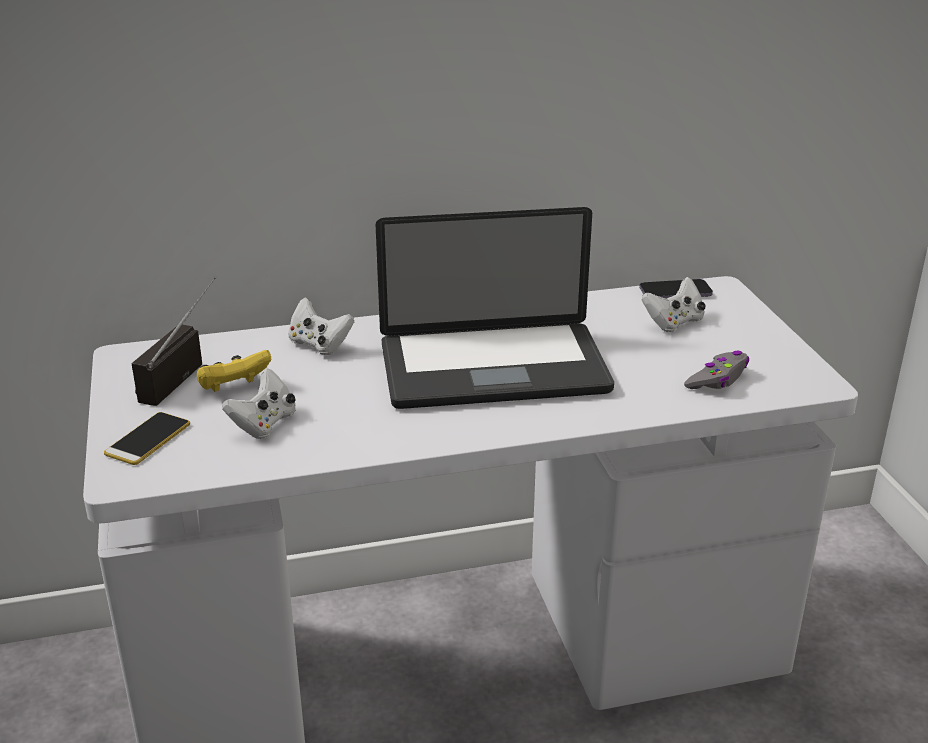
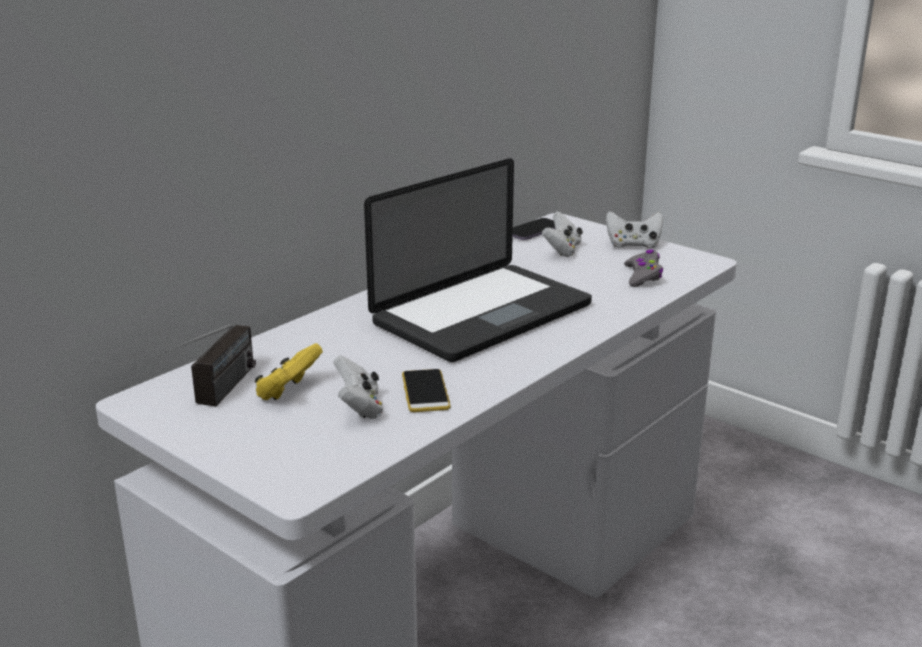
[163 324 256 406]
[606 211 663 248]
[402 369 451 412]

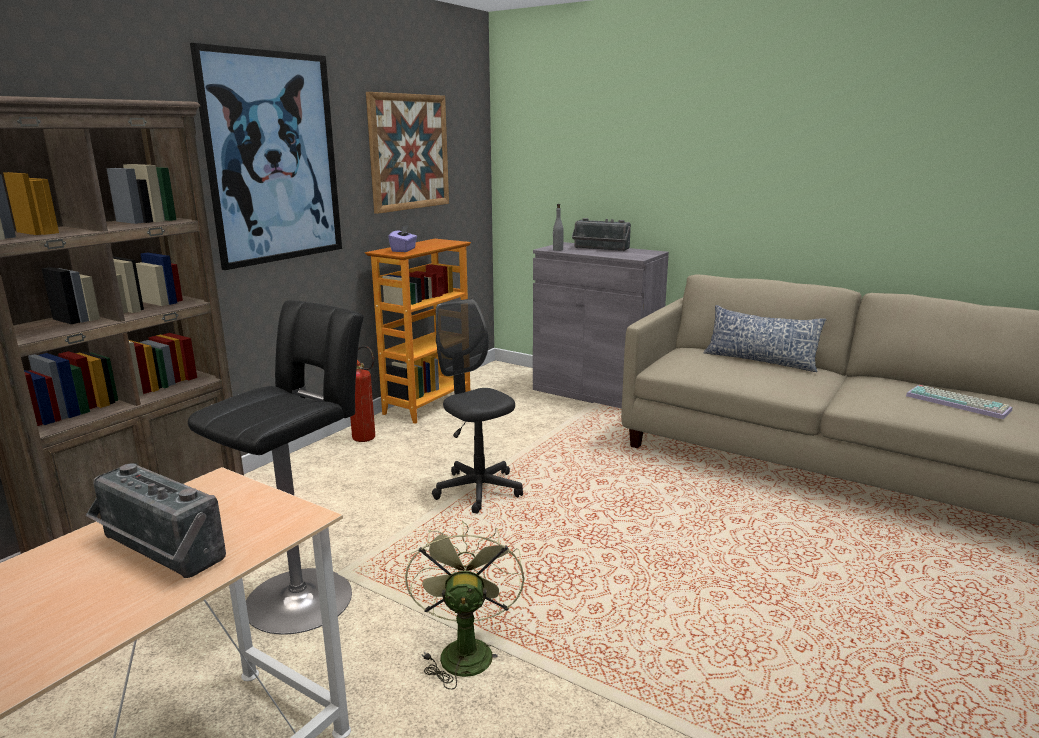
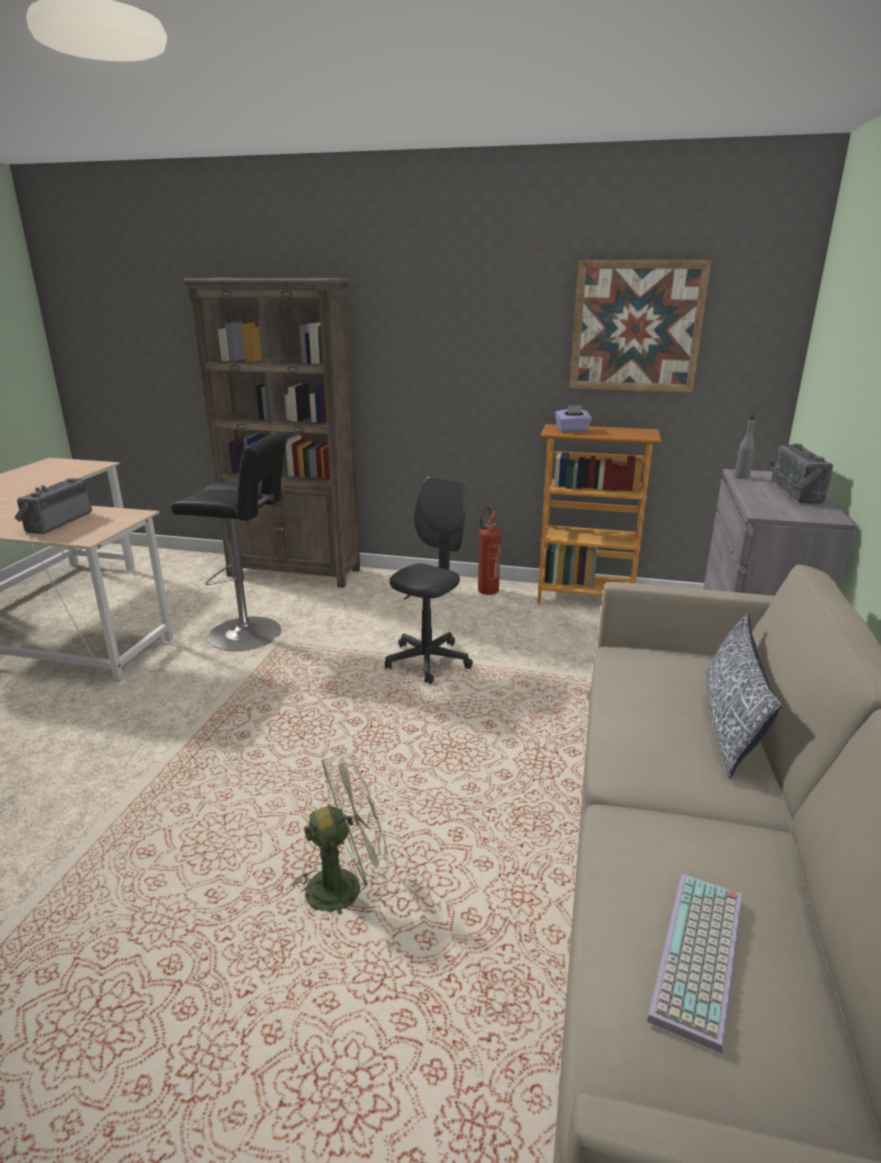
[190 43 342 270] (first image)
[293 753 389 915]

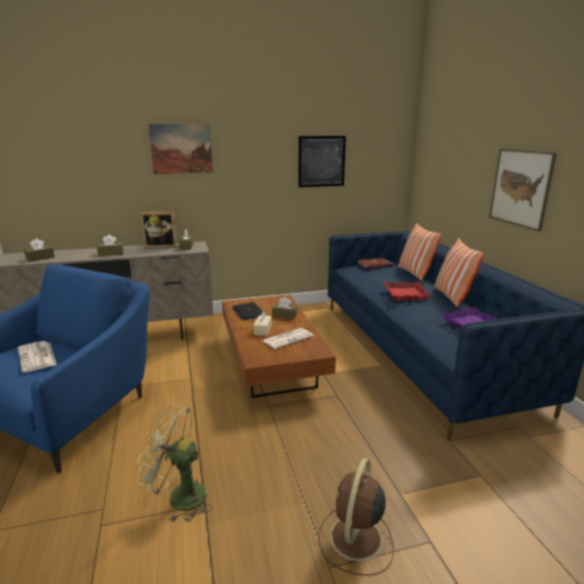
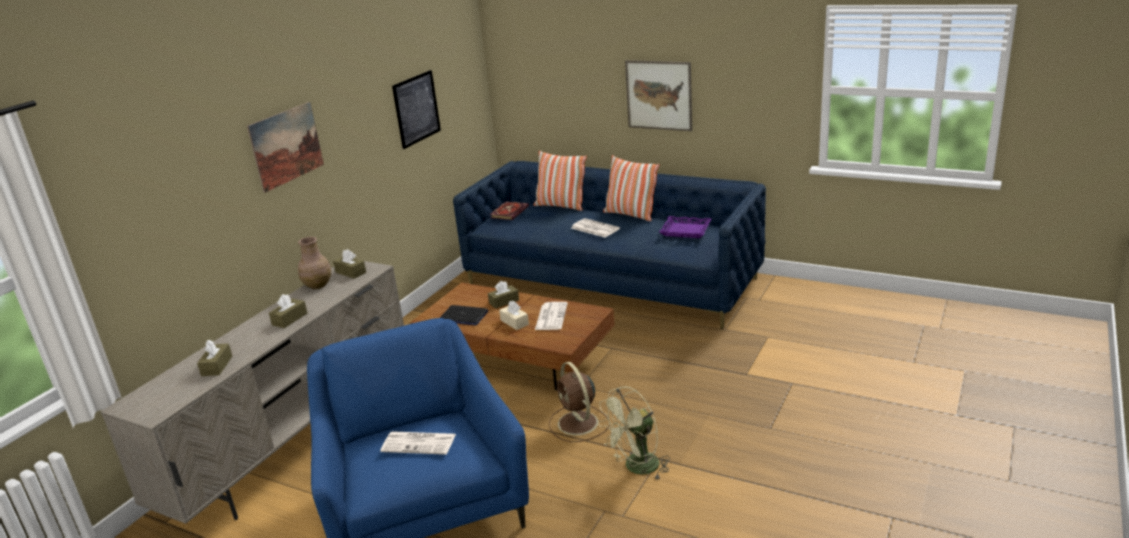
[298 237 331 289]
[571 218 620 238]
[549 362 609 442]

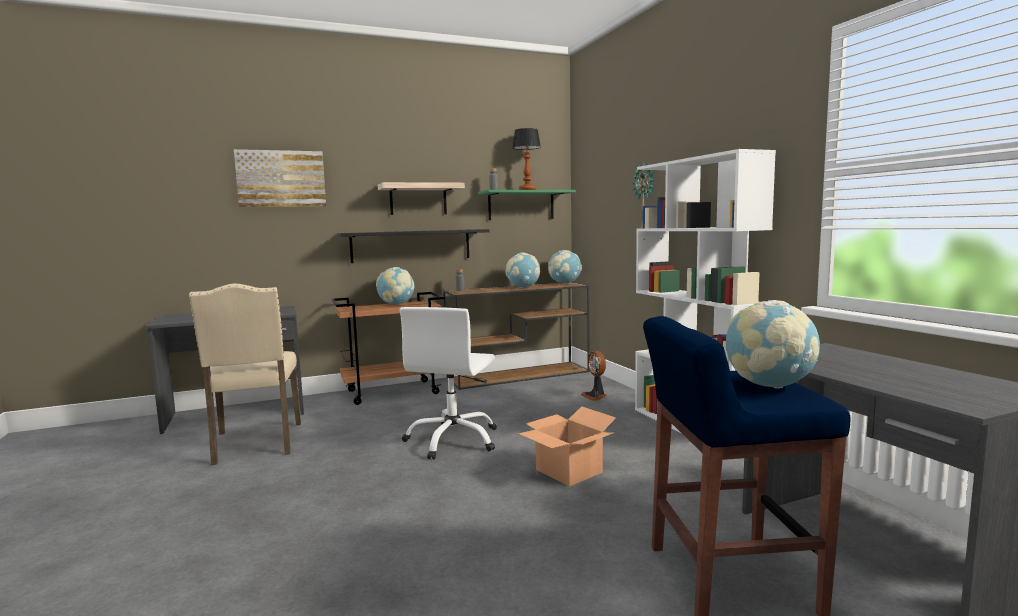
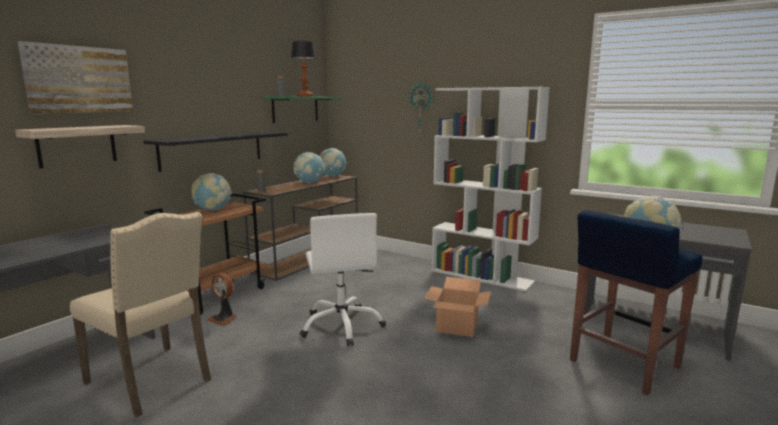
[15 125 145 169]
[208 273 236 326]

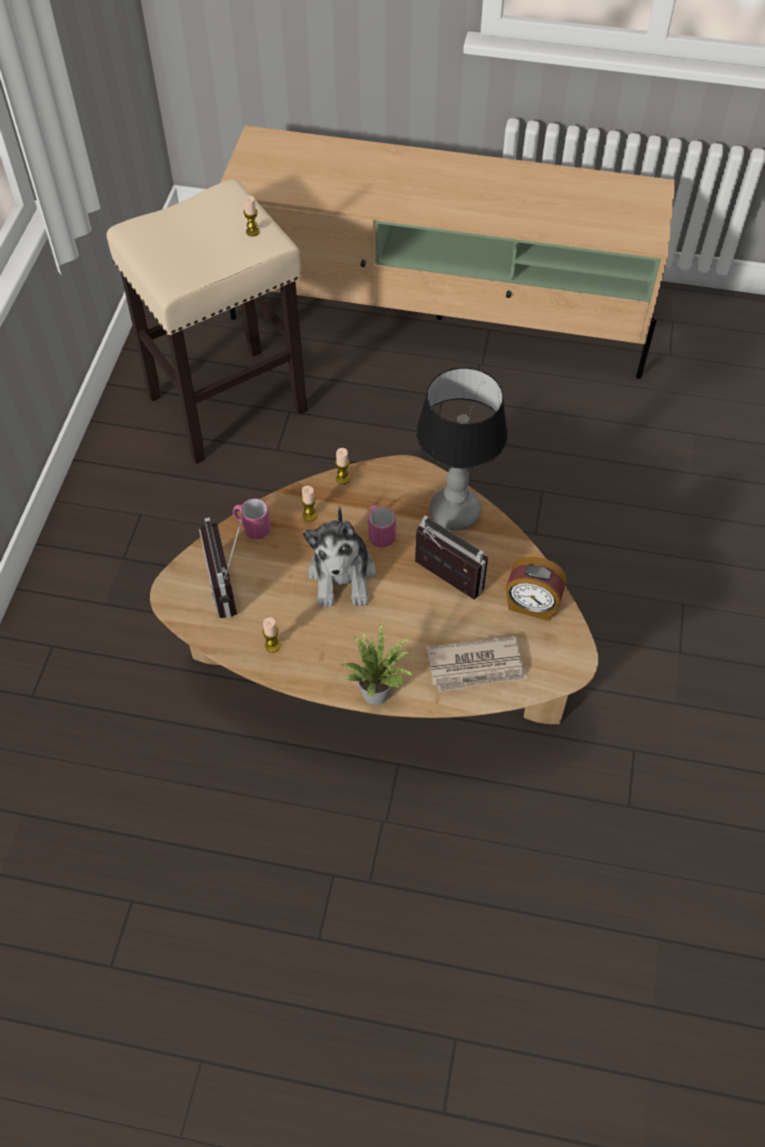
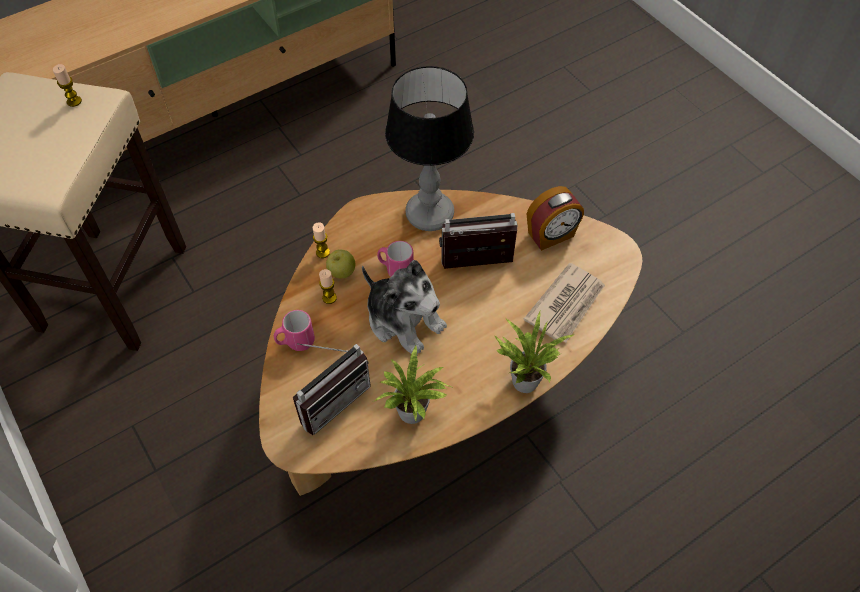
[293 343 371 435]
[373 346 454 424]
[326 249 355 278]

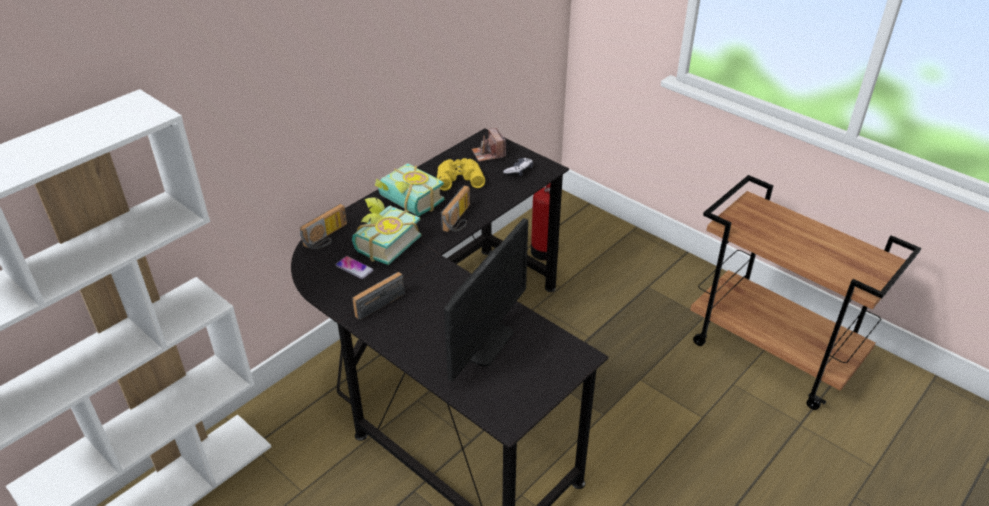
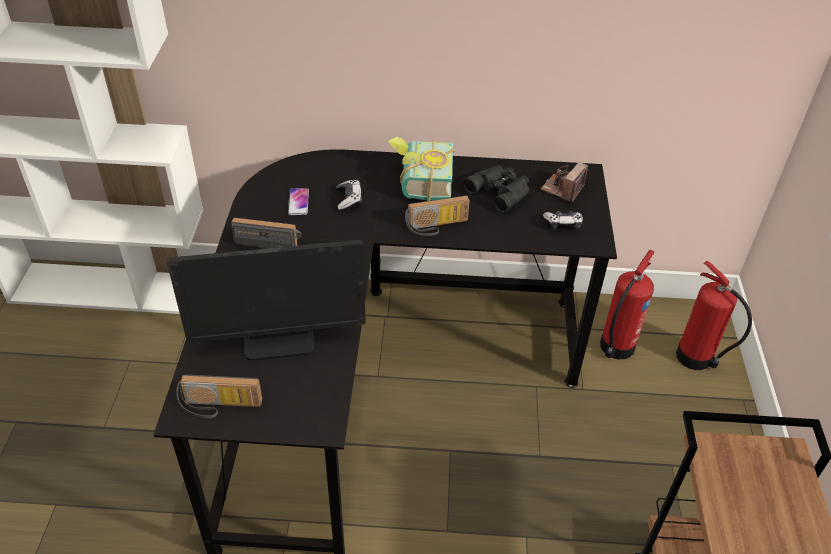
[463 165 529 213]
[336 179 362 211]
[176 374 262 418]
[676 261 752 370]

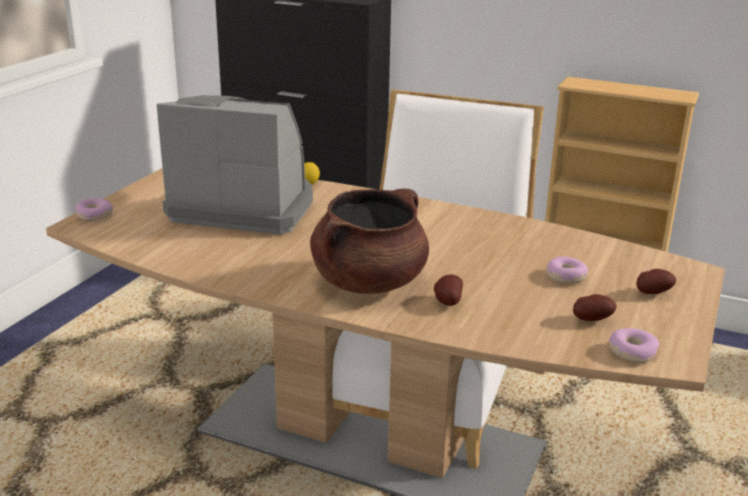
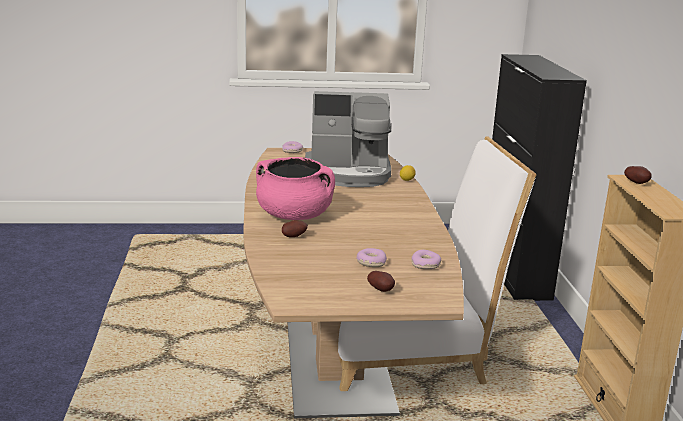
[305 91 391 187]
[256 157 335 220]
[624 166 652 184]
[411 250 441 269]

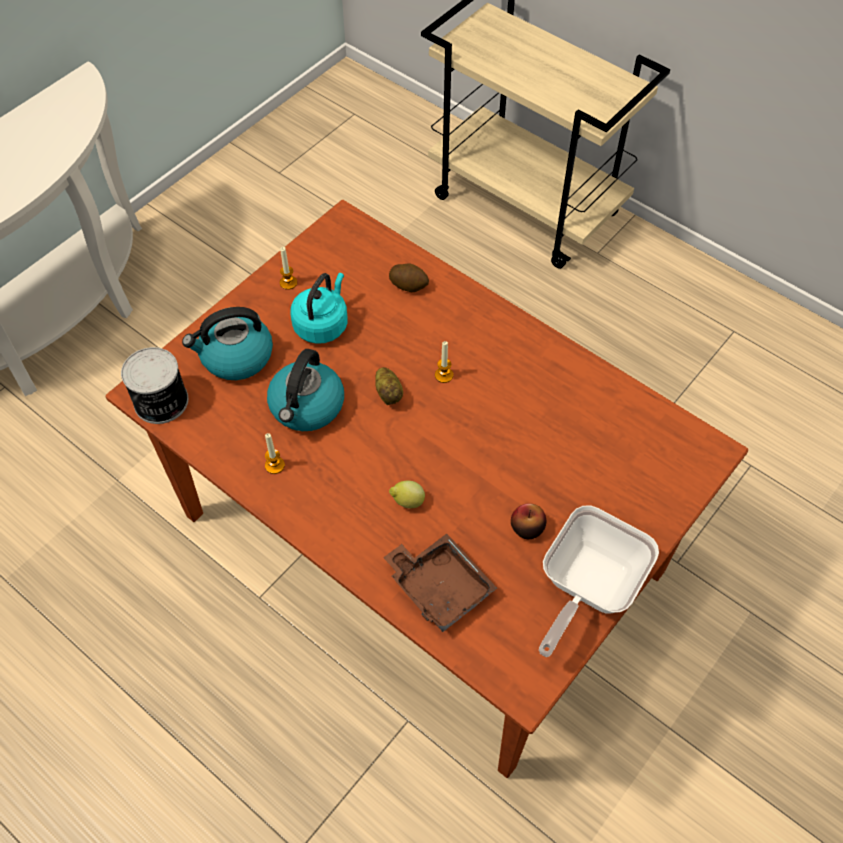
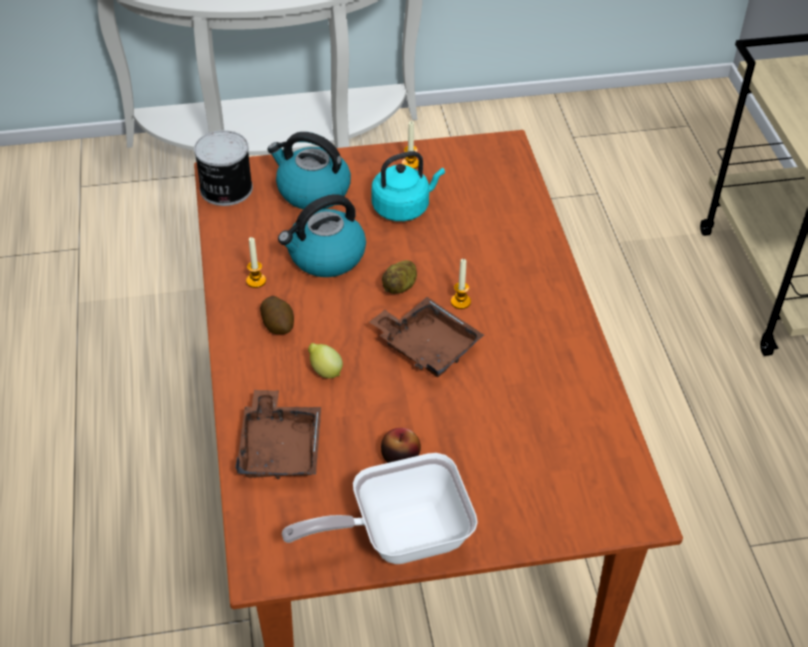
[260 296 294 334]
[369 297 484 377]

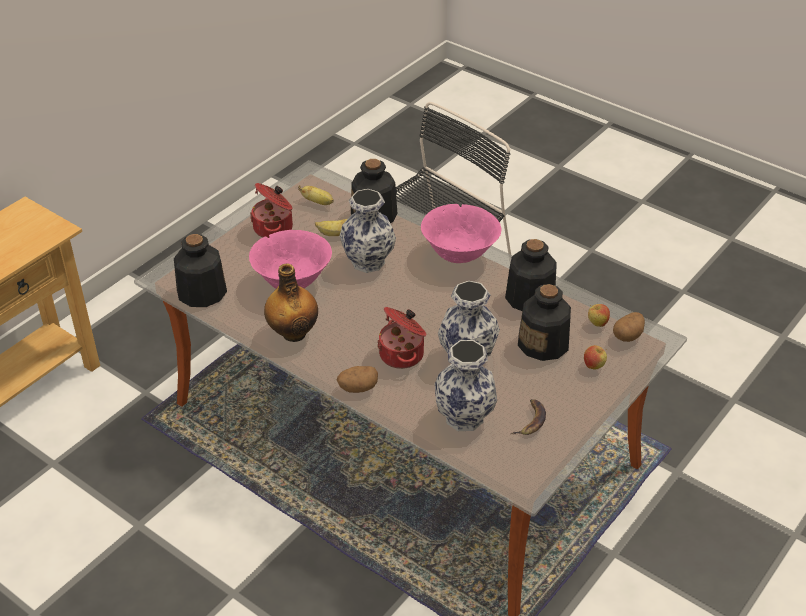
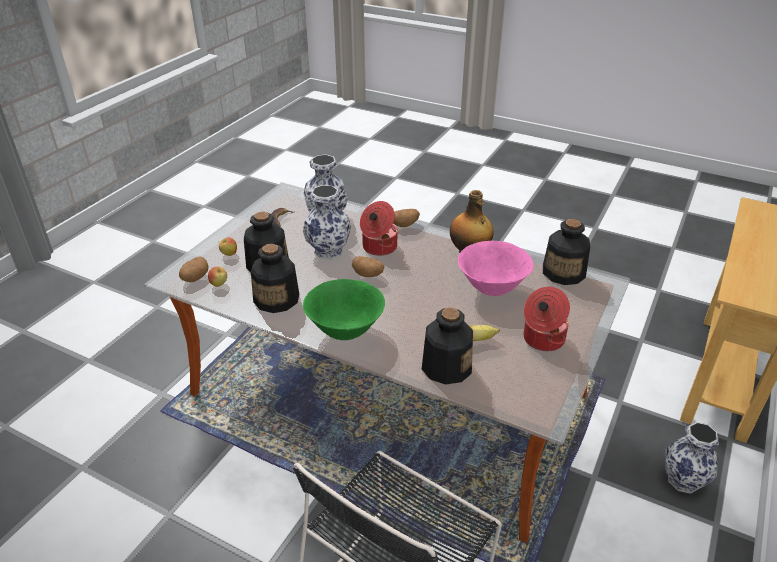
[298 185 334 205] (first image)
[665 422 719 494]
[303 279 385 340]
[352 256 384 277]

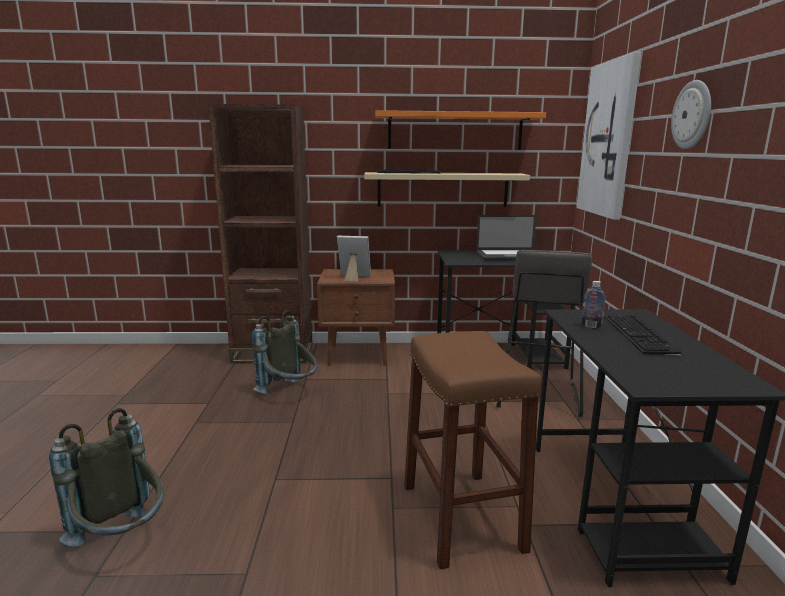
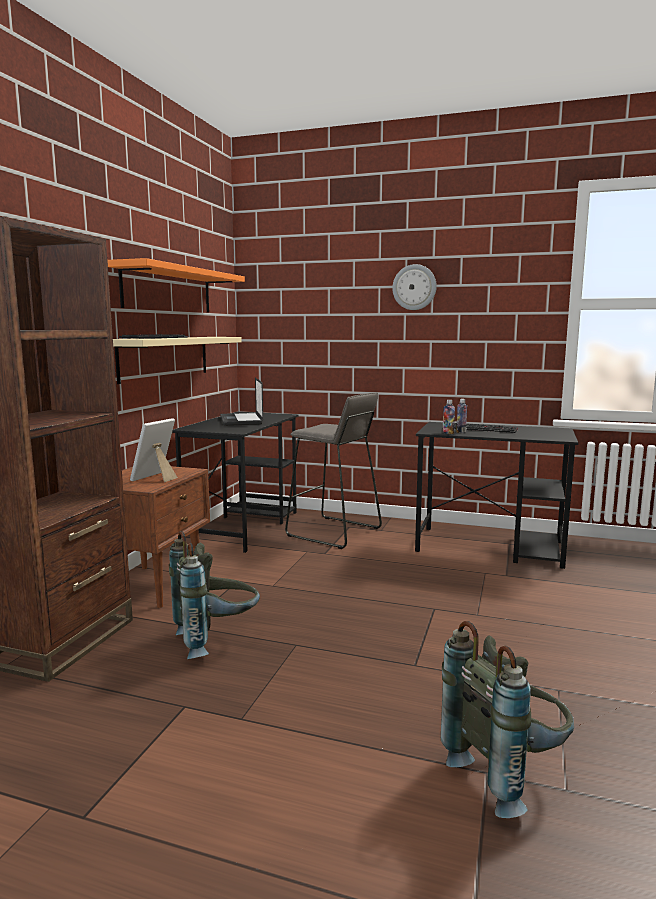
[576 52 642 220] (first image)
[220 378 263 426]
[404 331 542 569] (first image)
[443 400 455 434]

